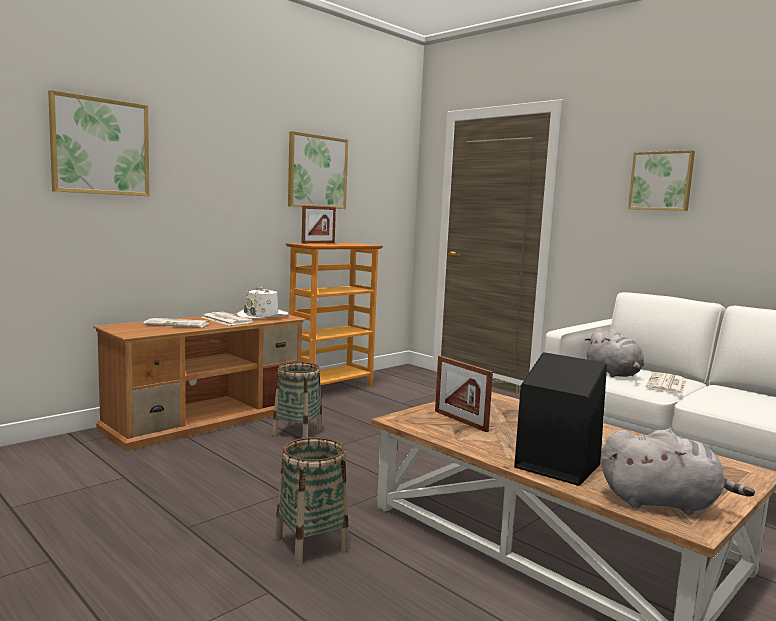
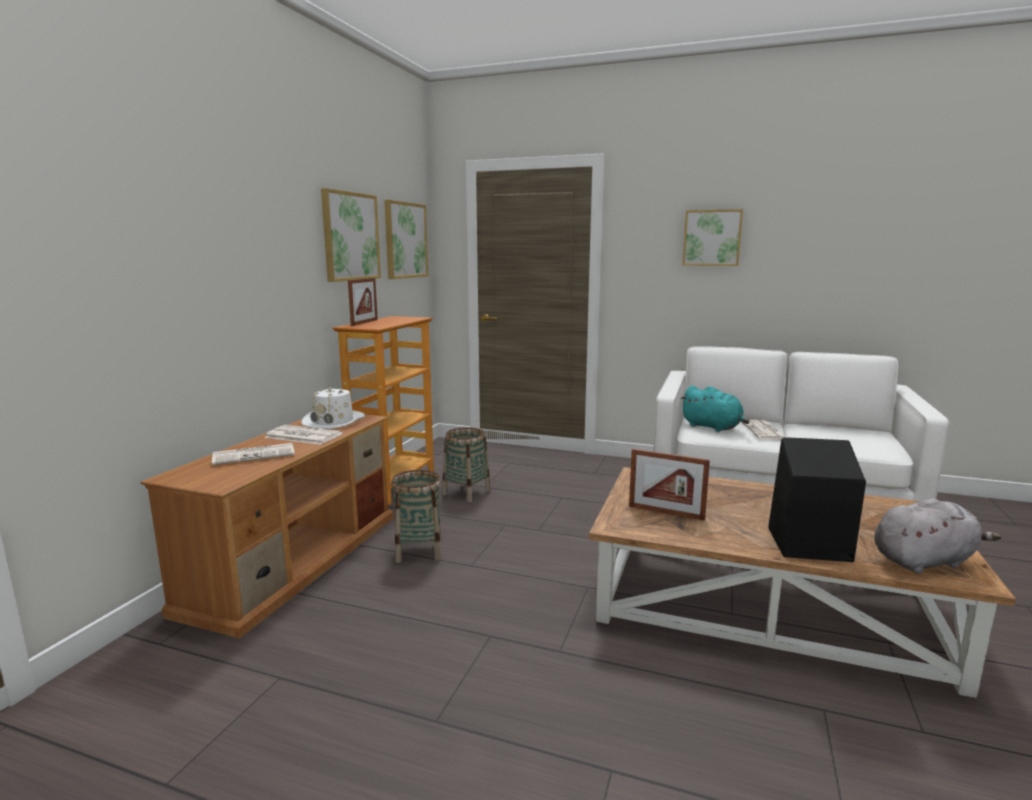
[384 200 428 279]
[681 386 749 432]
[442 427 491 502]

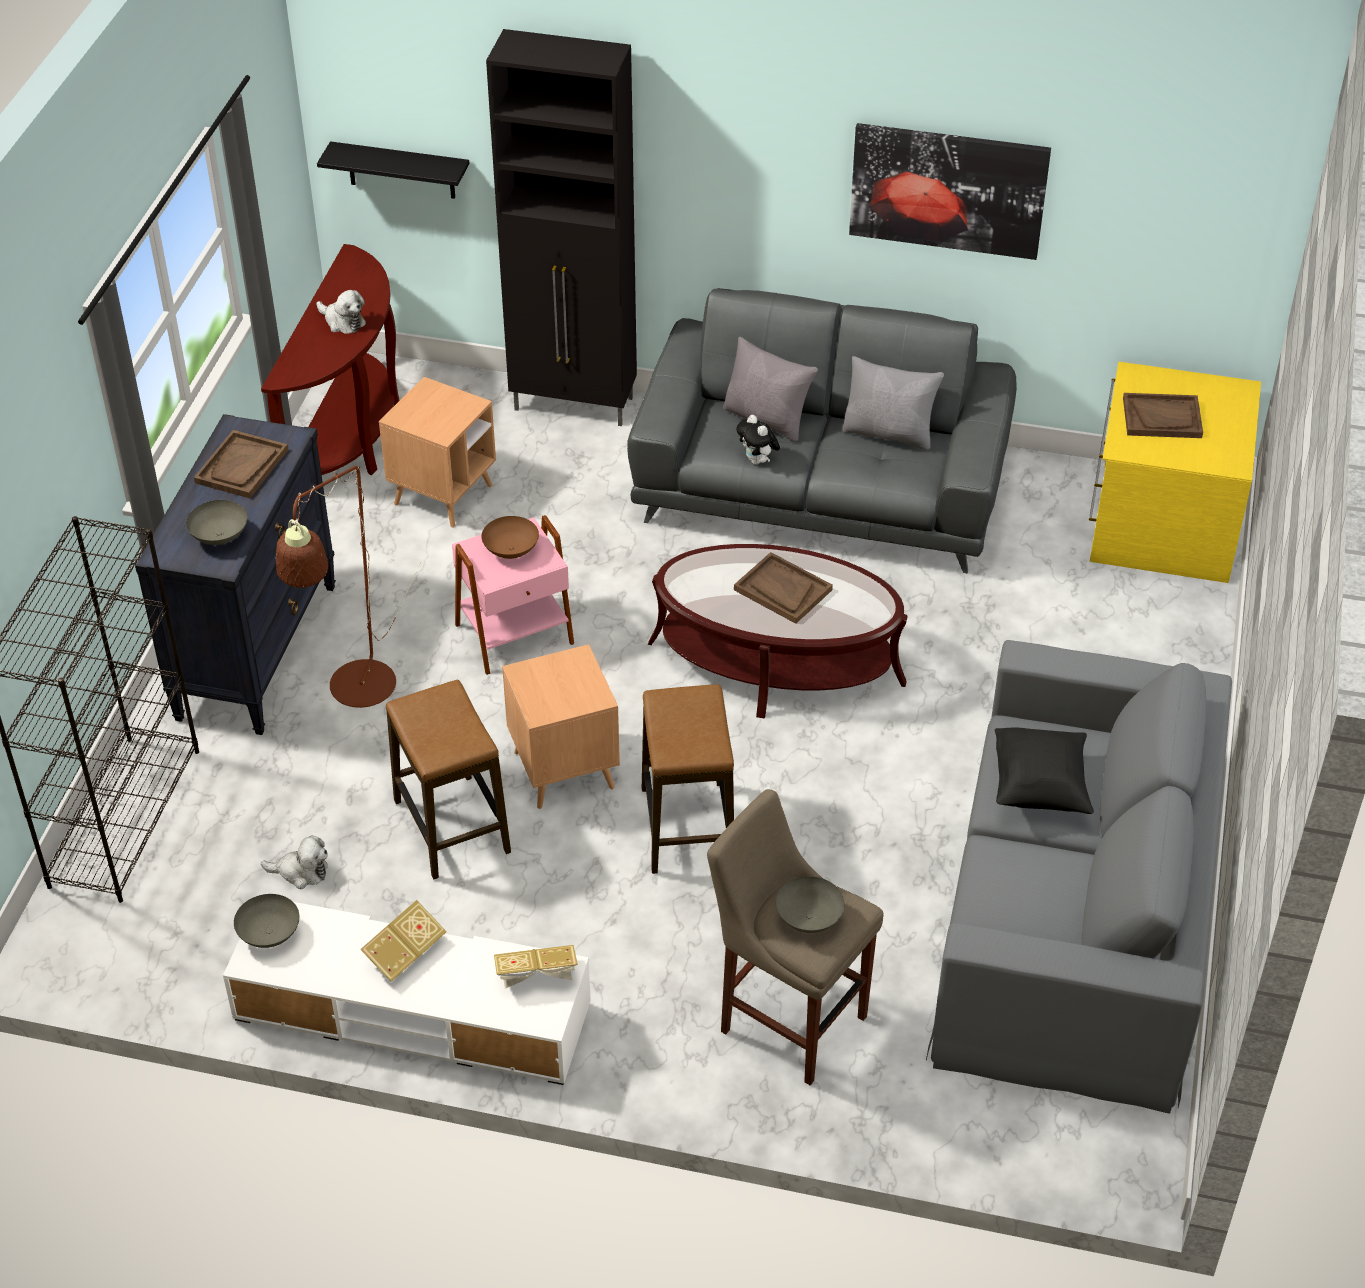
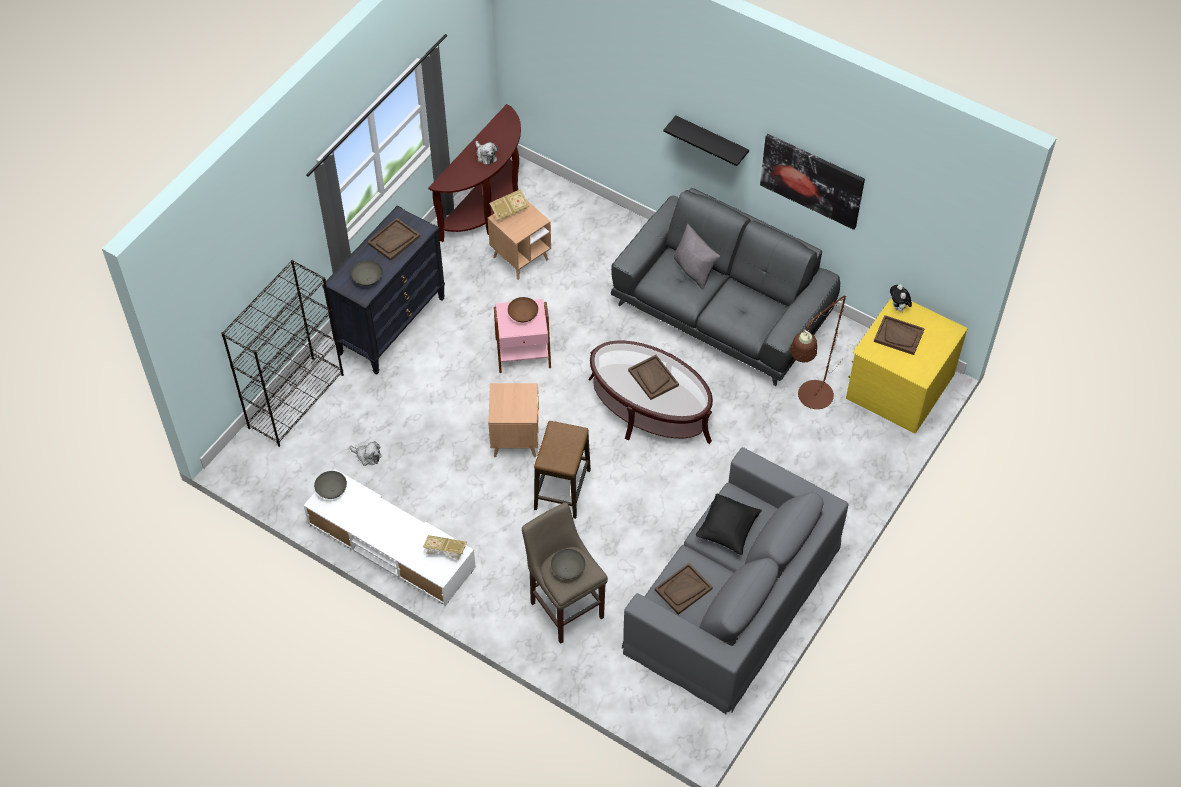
[486 29 637 426] (first image)
[663 116 749 166]
[842 356 944 450] (first image)
[890 284 912 313]
[790 296 864 409]
[386 680 511 879] (first image)
[489 189 530 221]
[655 563 713 615]

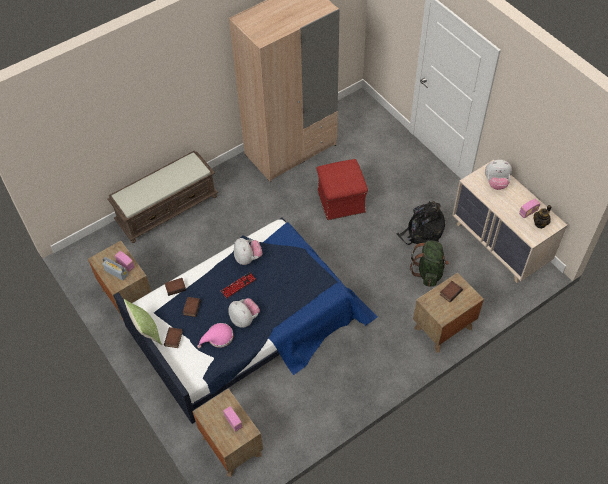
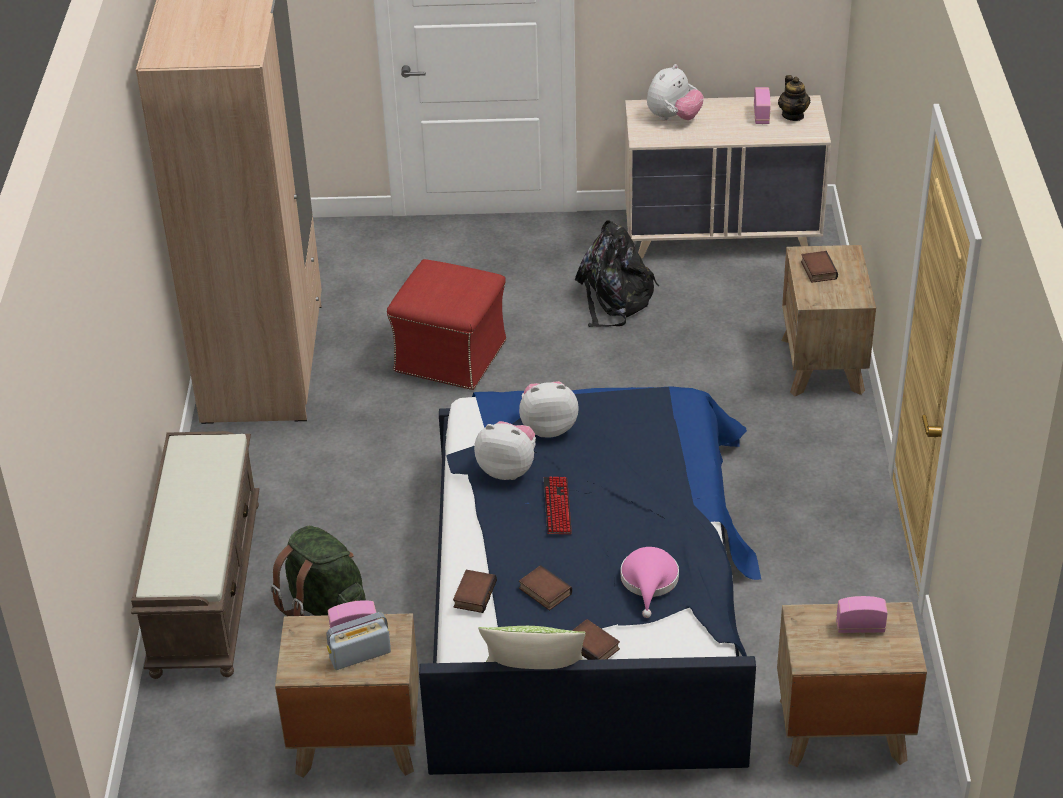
[270 526 366 616]
[519 381 578 437]

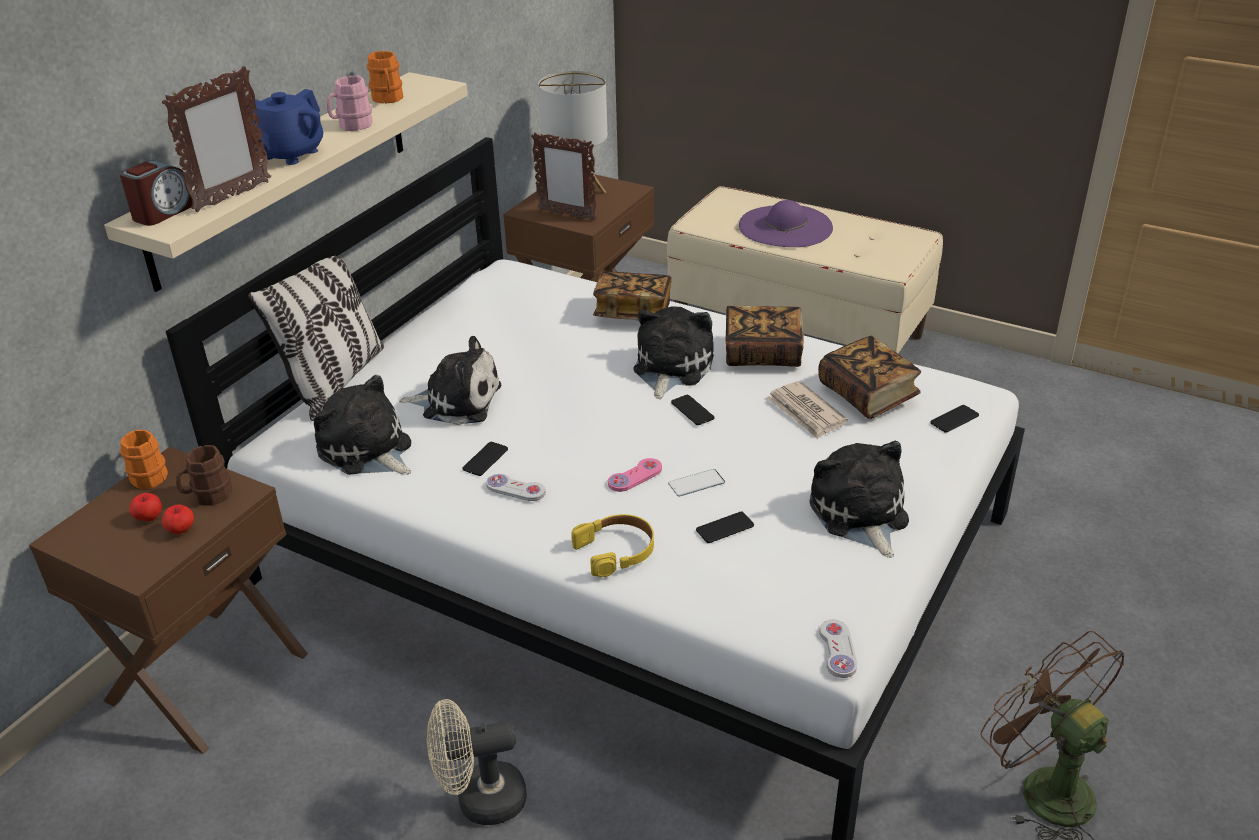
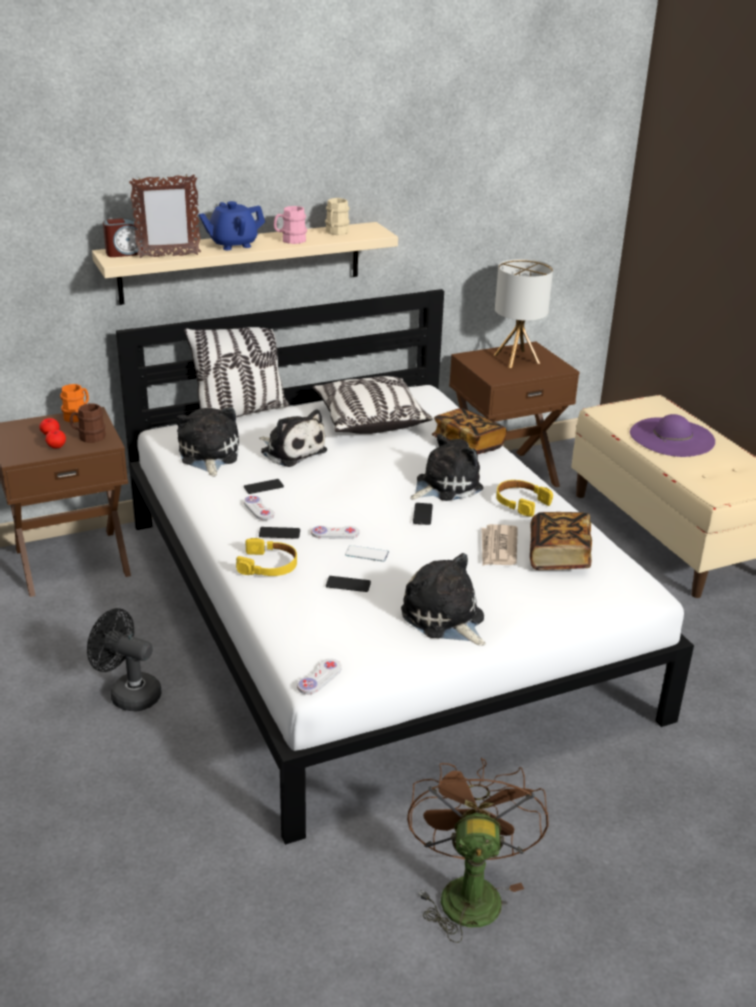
[325 198 350 235]
[531 132 597 221] (first image)
[496 480 553 517]
[259 527 300 539]
[401 553 486 646]
[311 526 359 539]
[87 608 162 712]
[313 376 433 434]

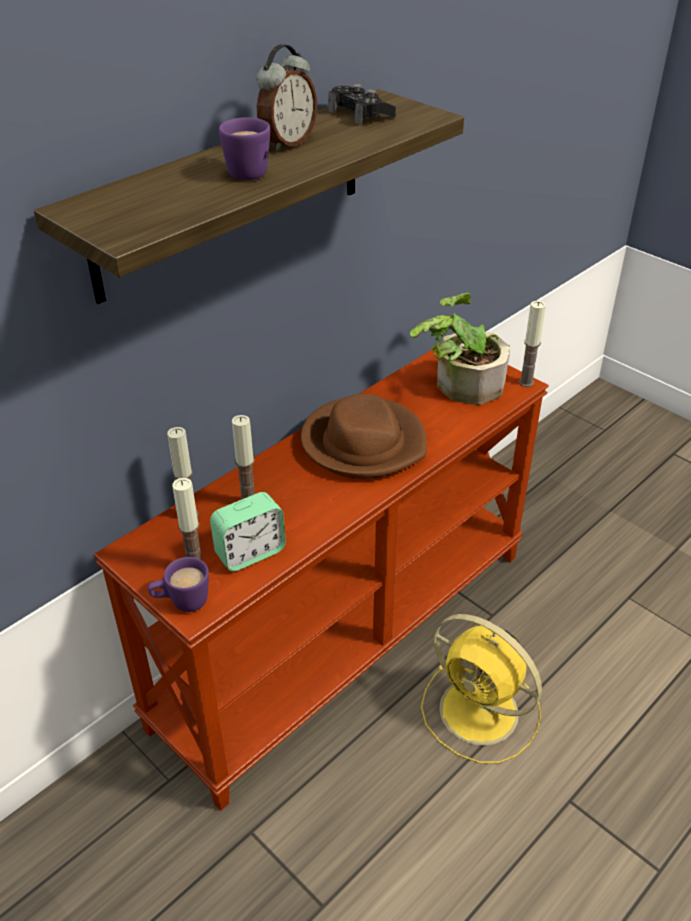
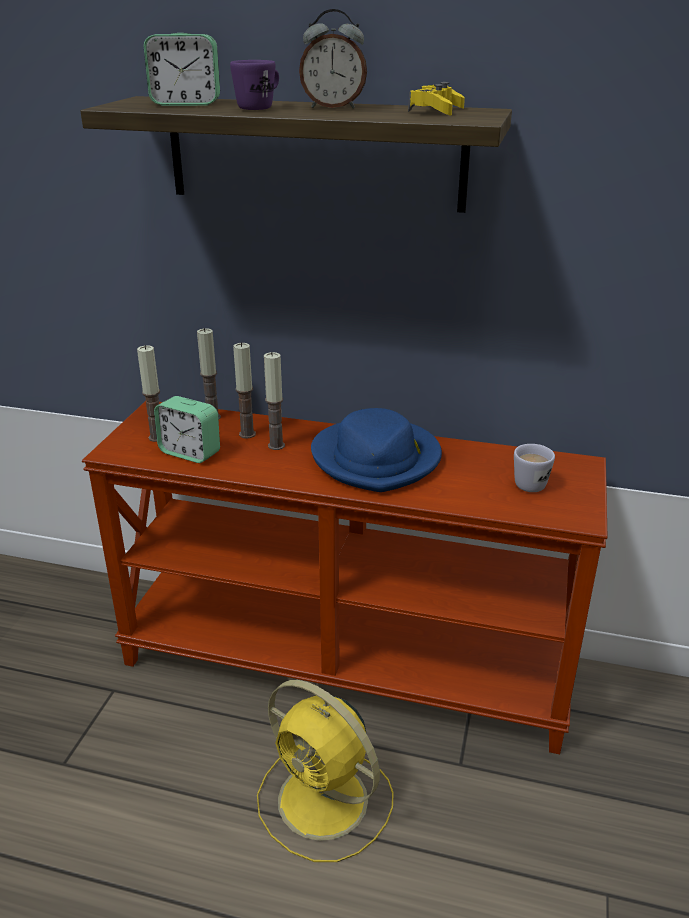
[408 82 465 116]
[514 444 555 492]
[264 352 285 450]
[311 408 442 492]
[148 557 209 612] (first image)
[257 680 394 862]
[144 33 220 106]

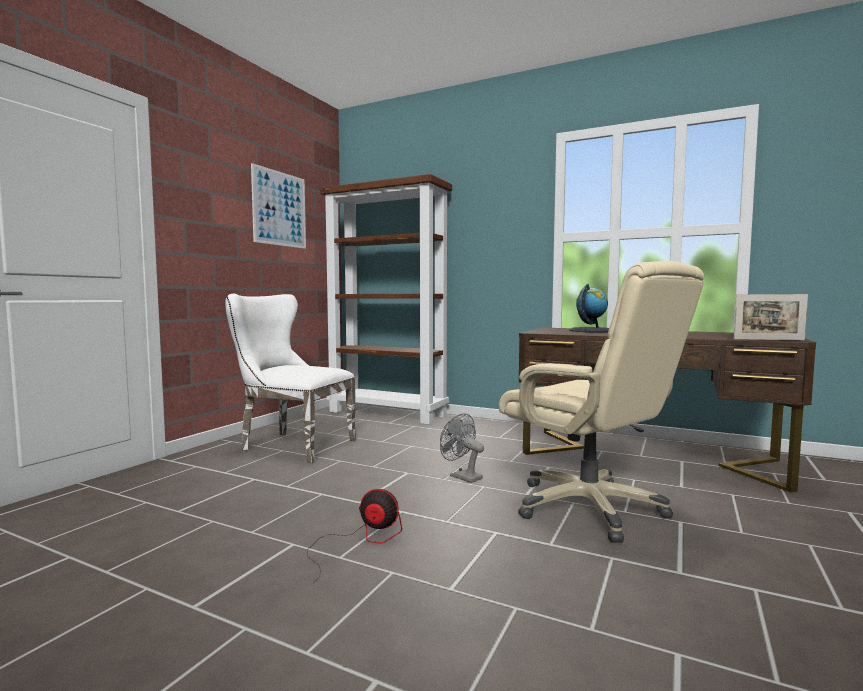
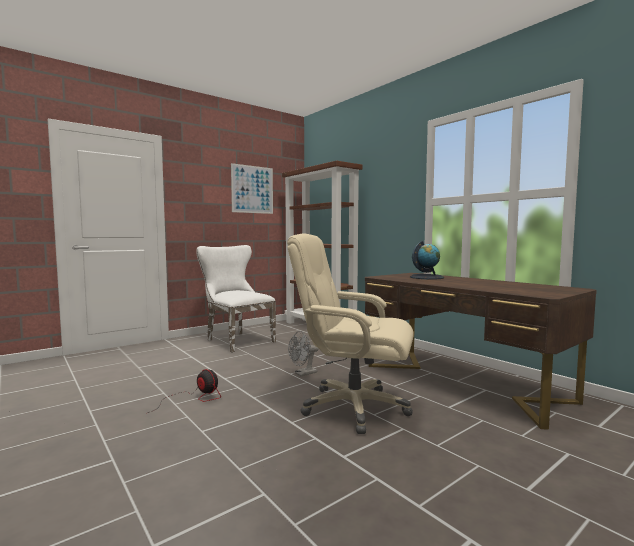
[287 233 414 434]
[734 294 808 341] (first image)
[288 331 319 376]

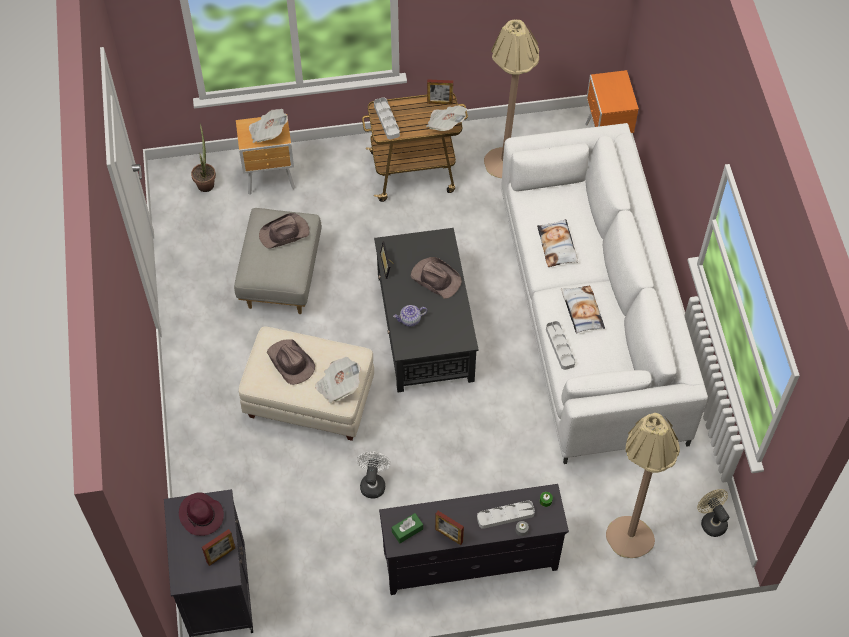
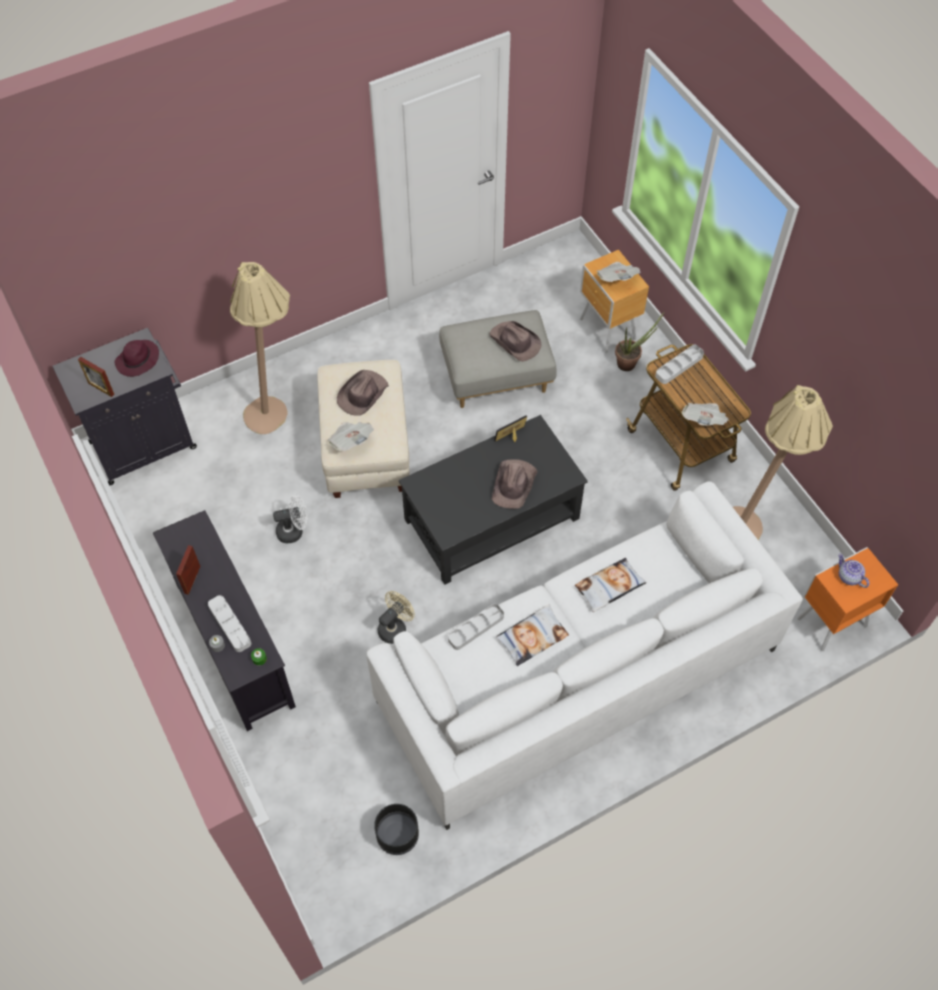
[427 79 453 105] (first image)
[615 313 664 371]
[838 553 869 588]
[230 262 290 434]
[378 591 415 644]
[392 513 423 543] (first image)
[374 804 419 855]

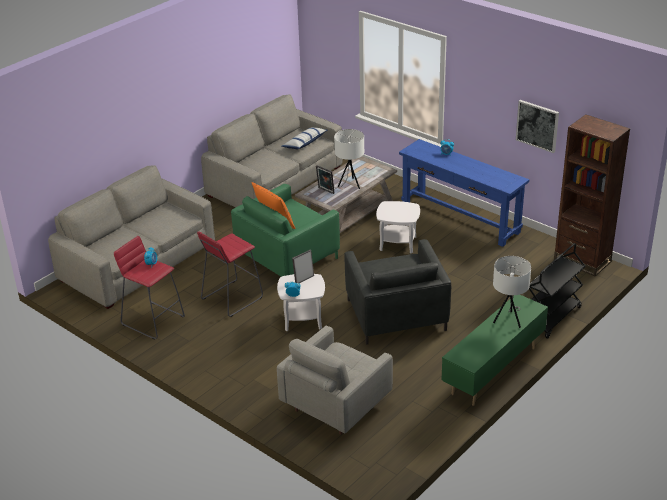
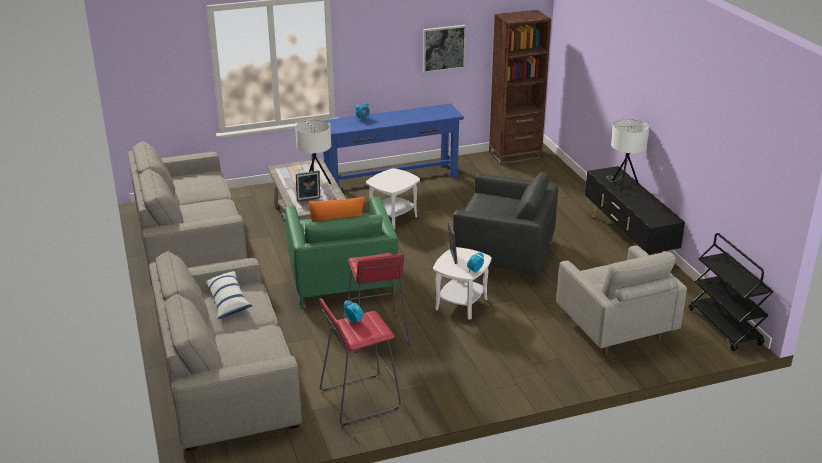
[204 270 252 319]
[688 233 773 351]
[585 166 685 254]

